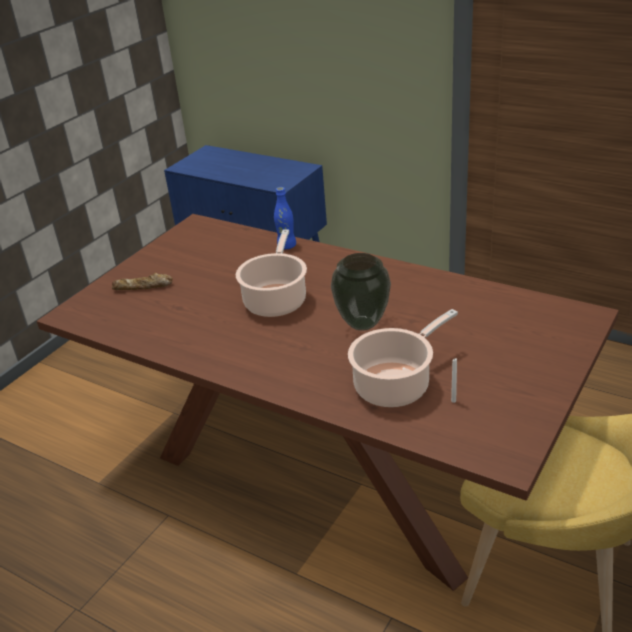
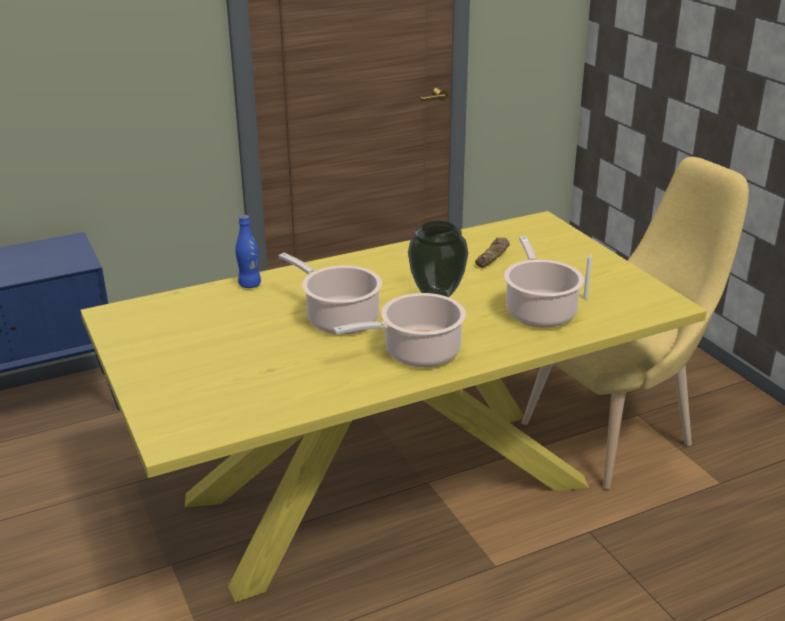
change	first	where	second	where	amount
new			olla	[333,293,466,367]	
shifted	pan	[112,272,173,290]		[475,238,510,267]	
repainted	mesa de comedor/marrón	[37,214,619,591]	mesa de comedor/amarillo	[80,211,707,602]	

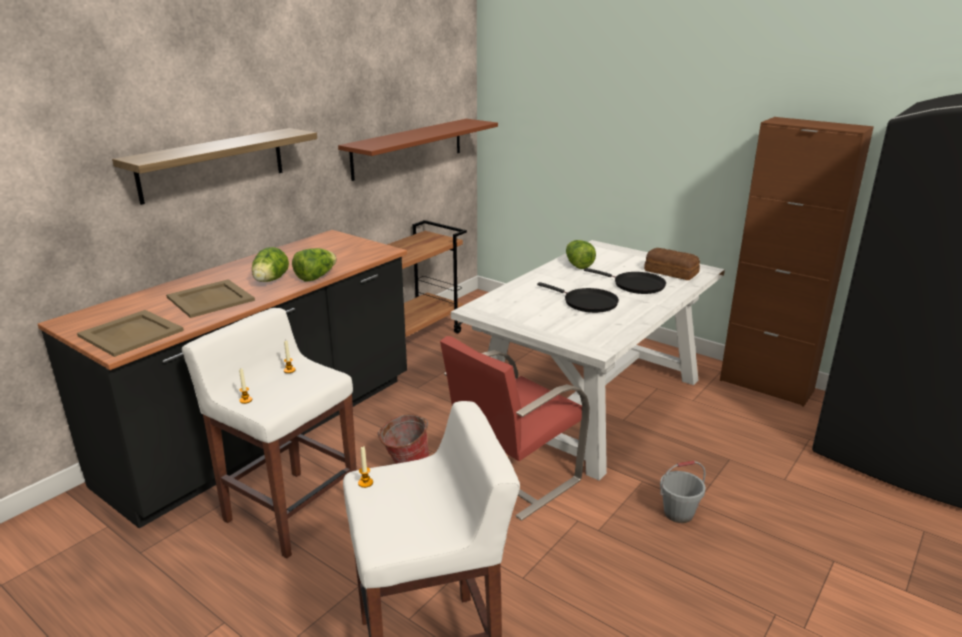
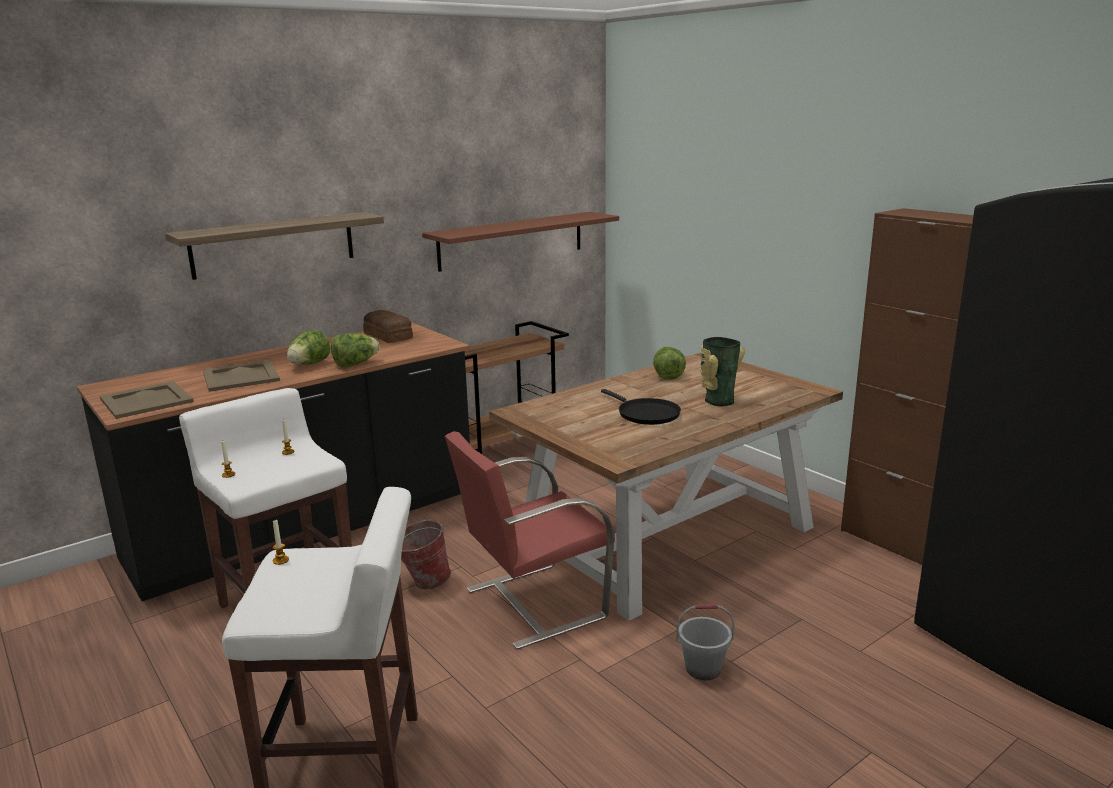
change	first	where	second	where	amount
shifted	pan	[644,248,700,280]		[363,310,413,343]	
swapped	sartén/negro	[584,268,666,294]	florero	[700,337,745,406]	
repainted	mesa de comedor/blanco	[451,240,725,480]	mesa de comedor/marrón	[489,353,843,621]	

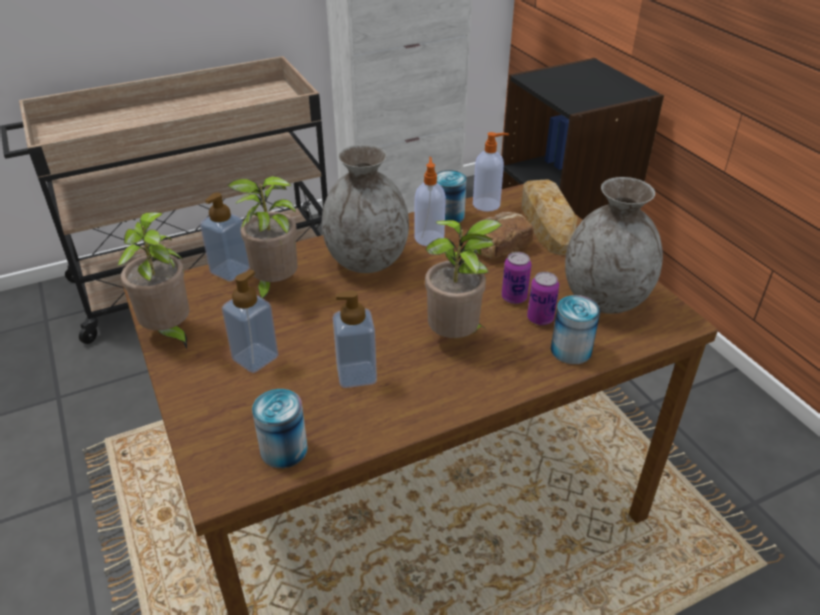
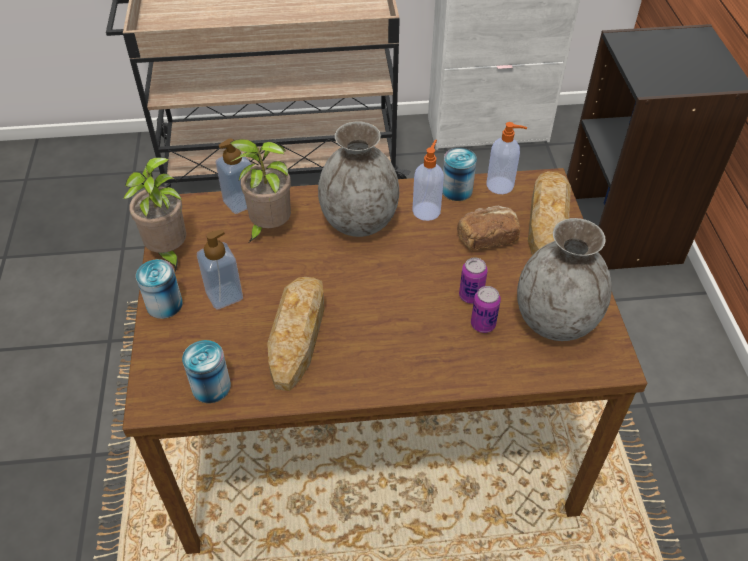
change	first	where	second	where	amount
gone	planta en maceta	[425,219,502,338]			
shifted	lata	[551,295,600,364]		[136,259,183,319]	
swapped	dispensador de jabón	[333,290,377,388]	pan	[267,277,325,391]	

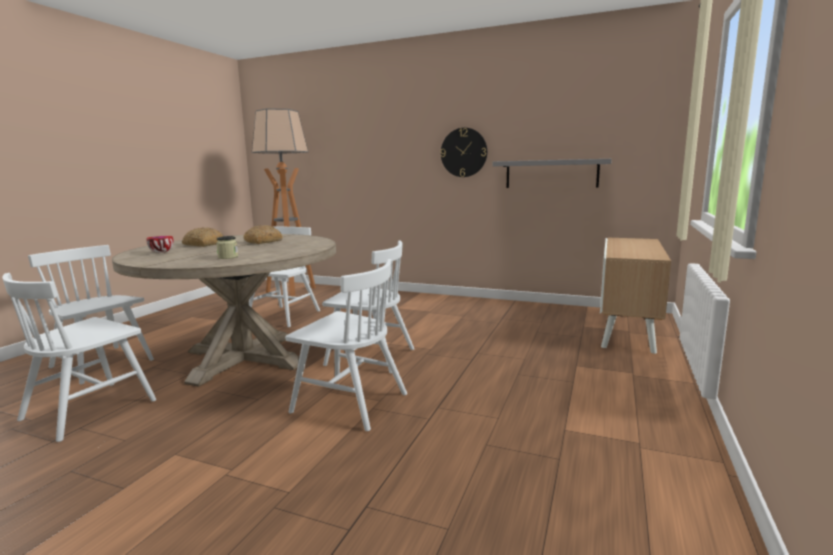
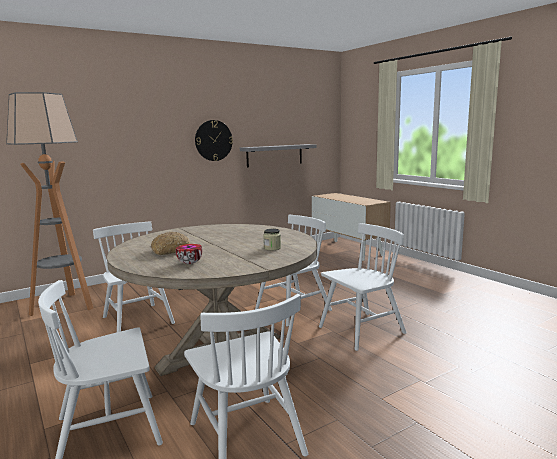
change	first	where	second	where	amount
gone	pan	[243,225,283,244]			

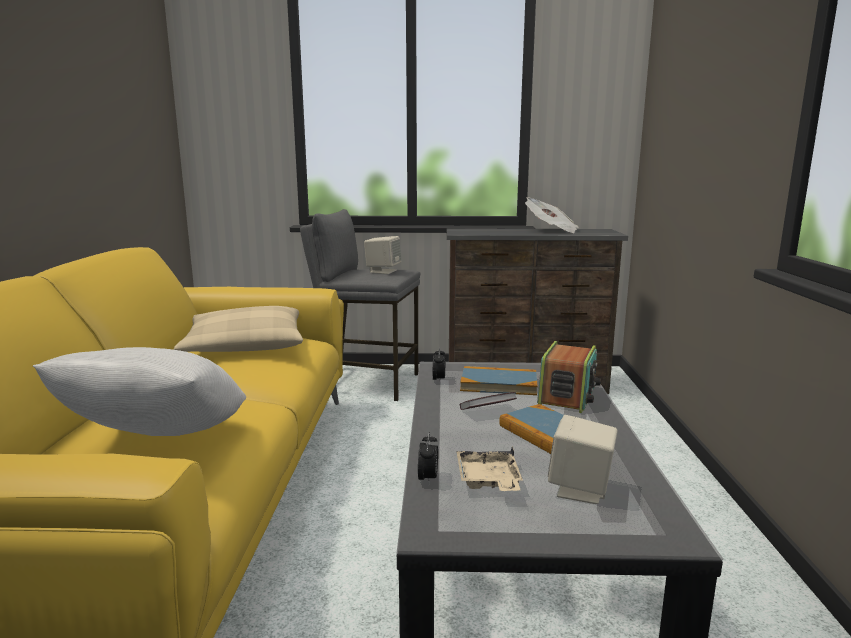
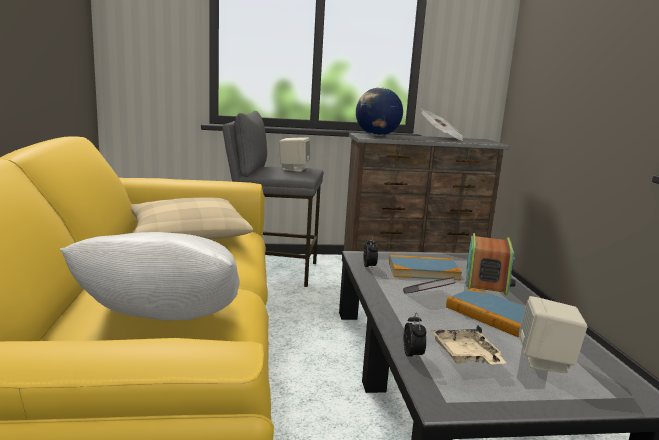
change	first	where	second	where	amount
new			globo terráqueo	[356,87,403,136]	

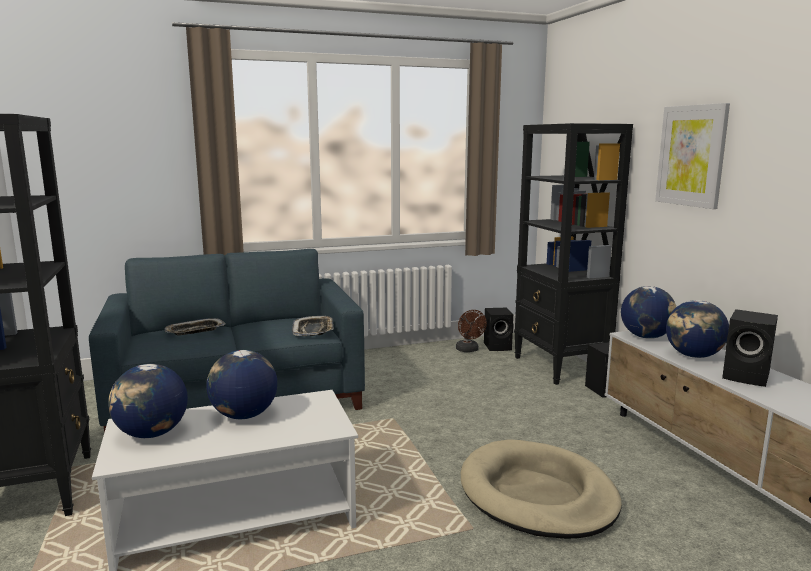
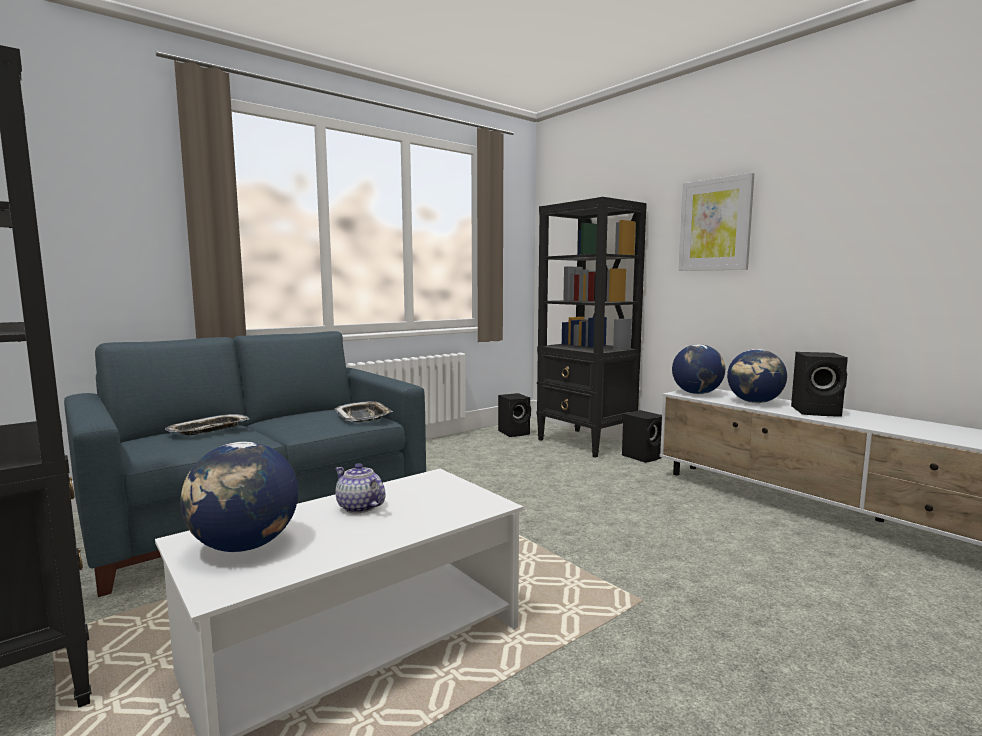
change	first	where	second	where	amount
gone	ventilador/marrón	[456,310,487,352]			
gone	cama para perro/beis	[461,439,622,539]			
swapped	globo terráqueo	[206,350,277,419]	tetera	[335,463,385,513]	

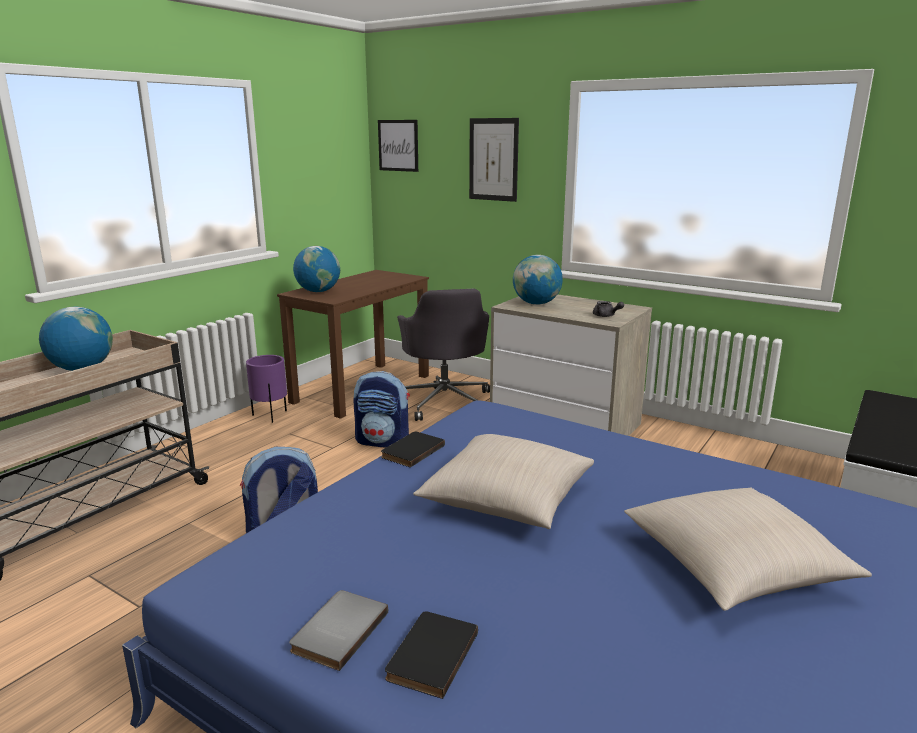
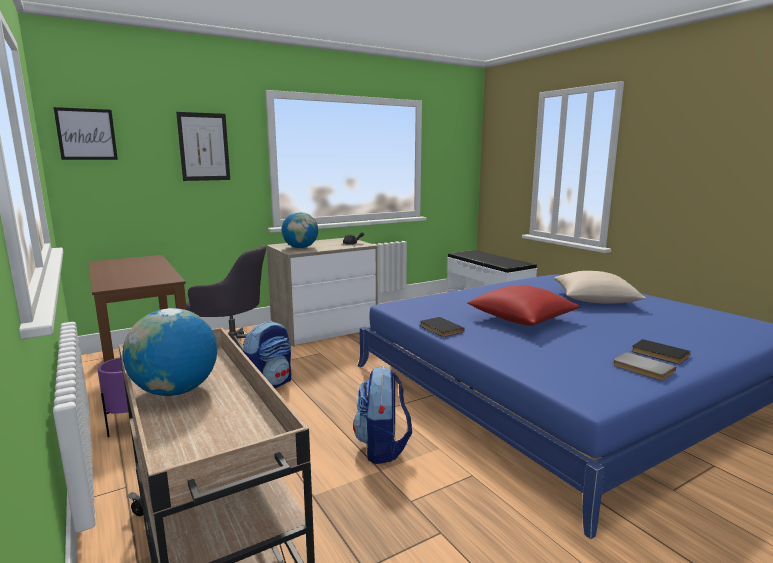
change	first	where	second	where	amount
gone	globo terráqueo	[293,246,340,292]			
repainted	cojín/beis	[413,434,594,529]	cojín/rojo	[467,285,581,326]	

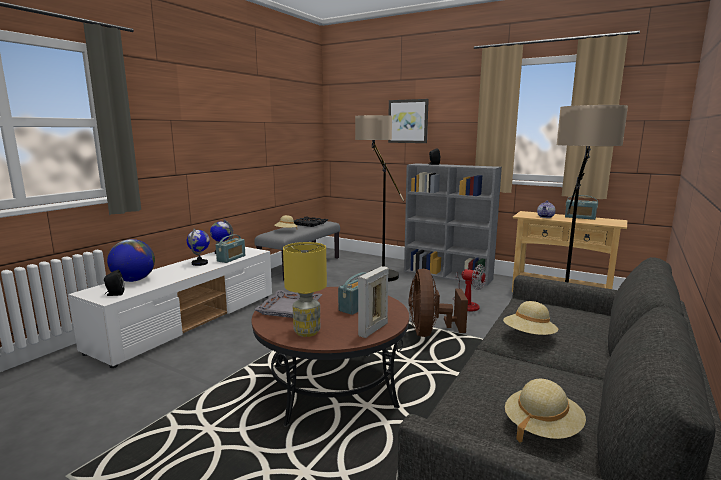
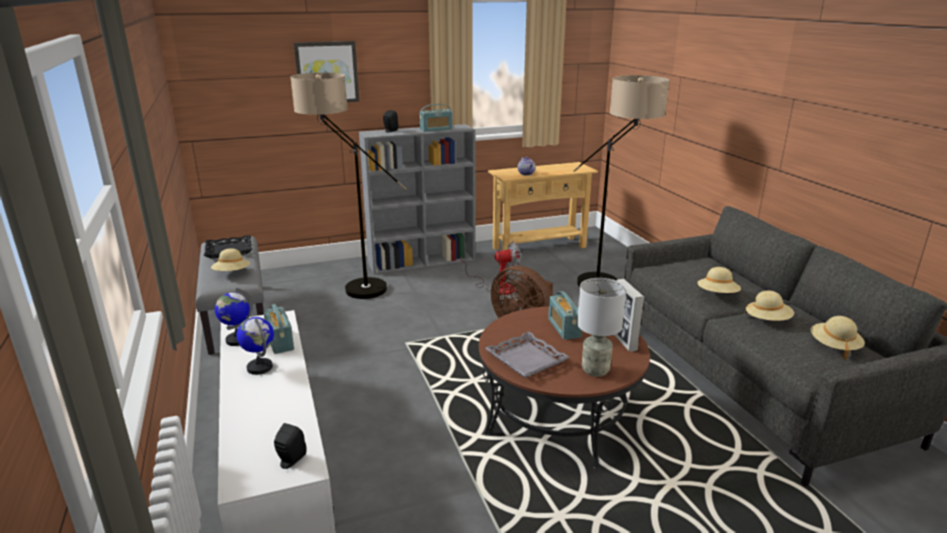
change	first	where	second	where	amount
gone	globo terráqueo	[107,239,155,282]			
new			sombrero/beis	[744,291,794,321]	
shifted	radio	[565,195,598,220]		[419,104,453,132]	
repainted	lámpara de mesa/amarillo	[283,242,327,337]	lámpara de mesa/gris	[577,278,626,377]	

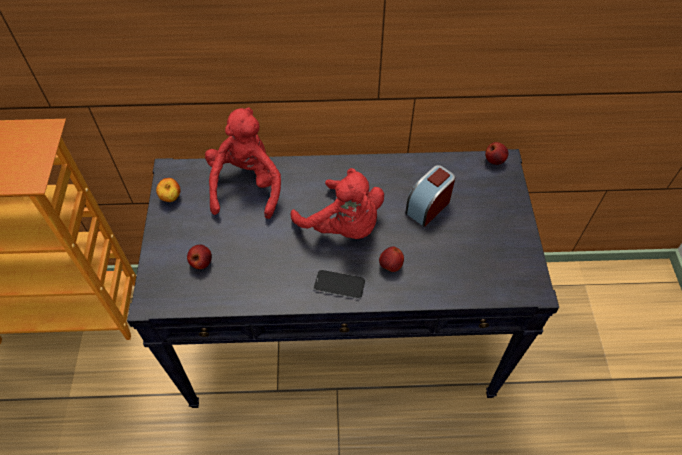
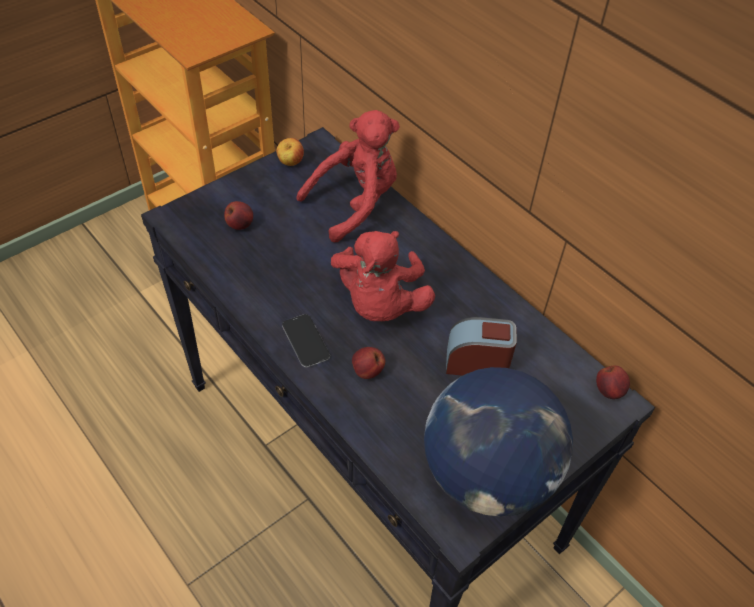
change	first	where	second	where	amount
new			globo terráqueo	[424,367,573,517]	

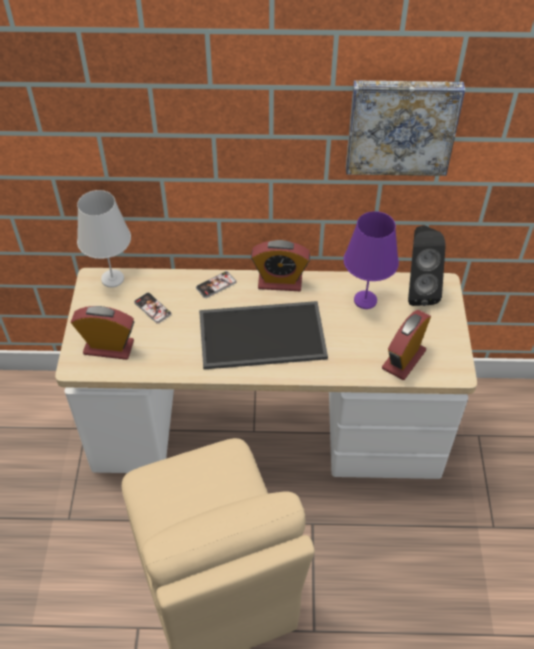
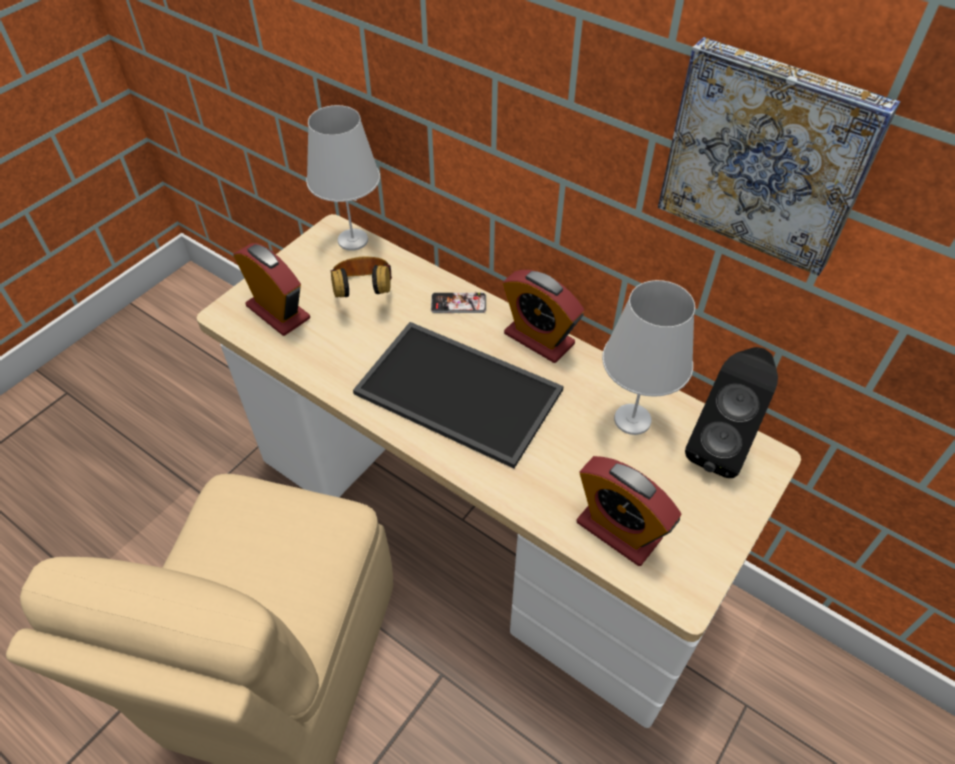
change	first	where	second	where	amount
swapped	móvil	[134,293,172,324]	auriculares	[331,257,392,298]	
repainted	lámpara de mesa/morado	[344,211,399,309]	lámpara de mesa/blanco	[602,280,695,435]	
rotated	despertador	[382,310,431,380]		[577,456,681,566]	120 degrees counterclockwise

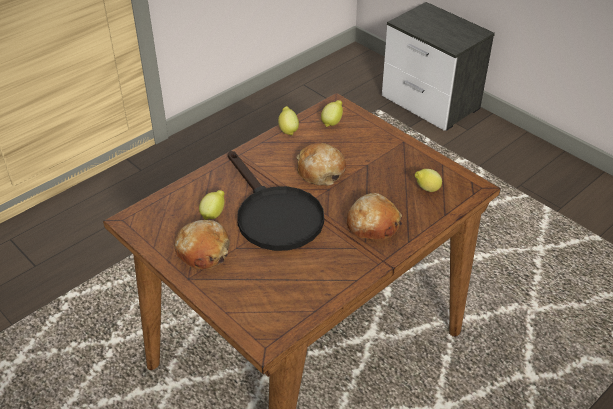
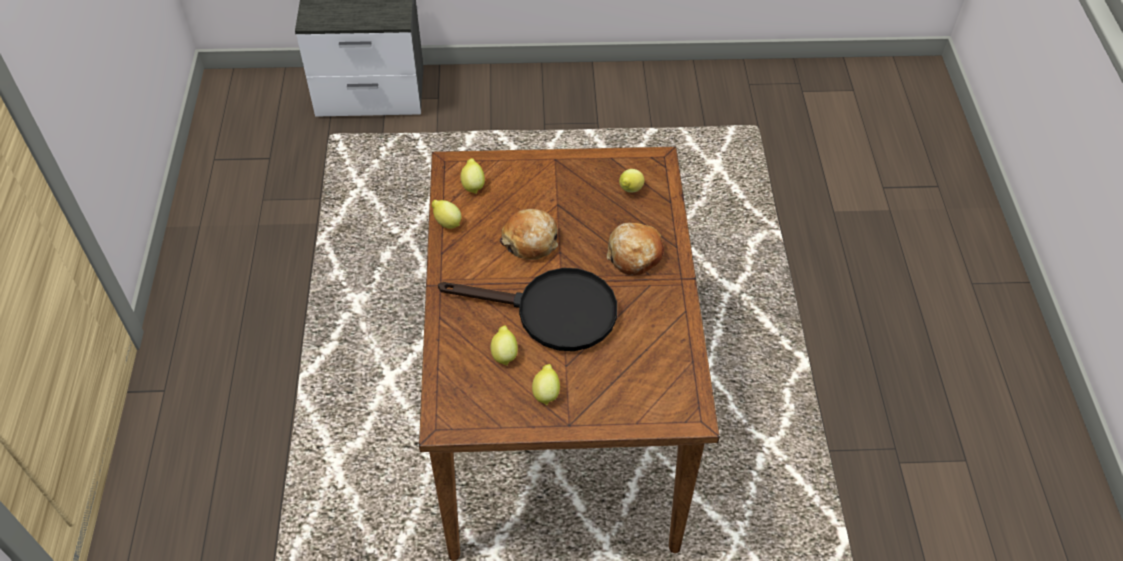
change	first	where	second	where	amount
swapped	pan	[174,220,230,269]	limón	[532,364,560,405]	

